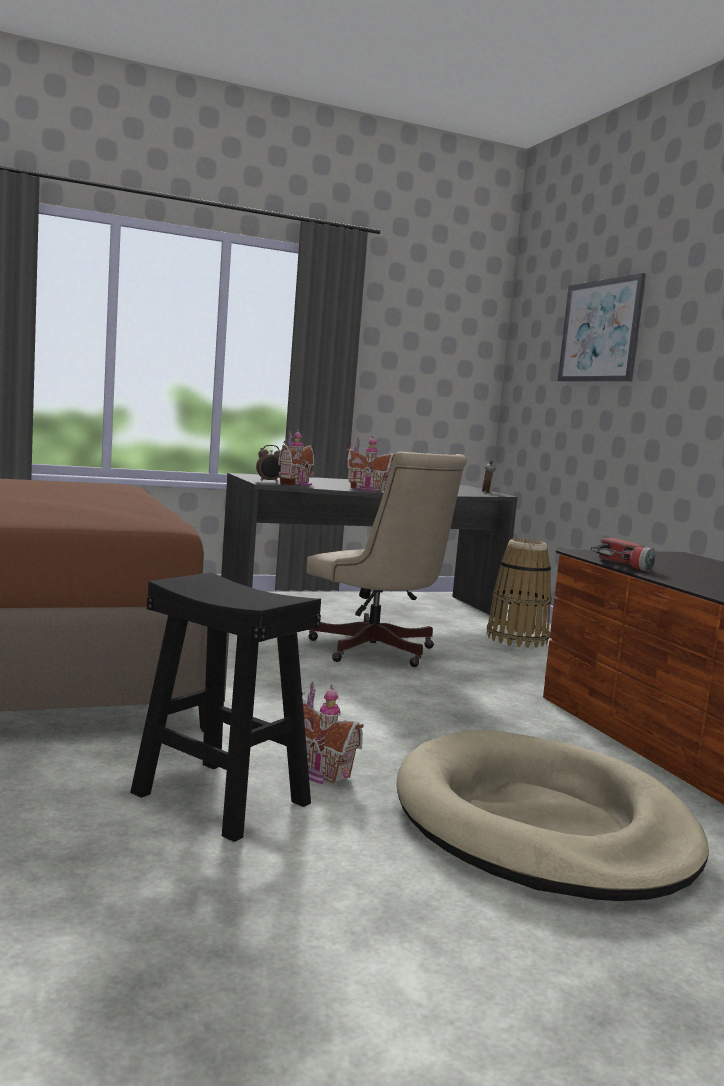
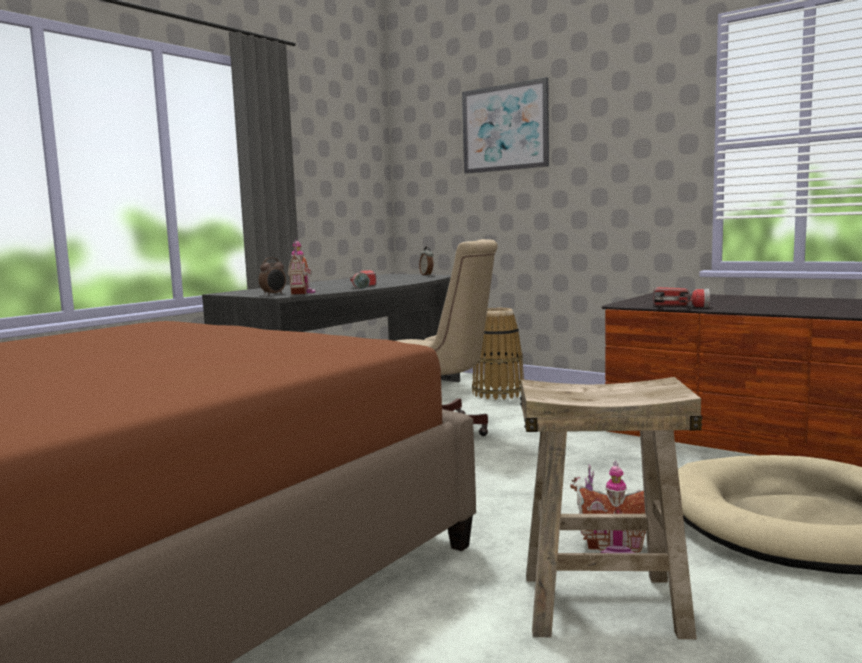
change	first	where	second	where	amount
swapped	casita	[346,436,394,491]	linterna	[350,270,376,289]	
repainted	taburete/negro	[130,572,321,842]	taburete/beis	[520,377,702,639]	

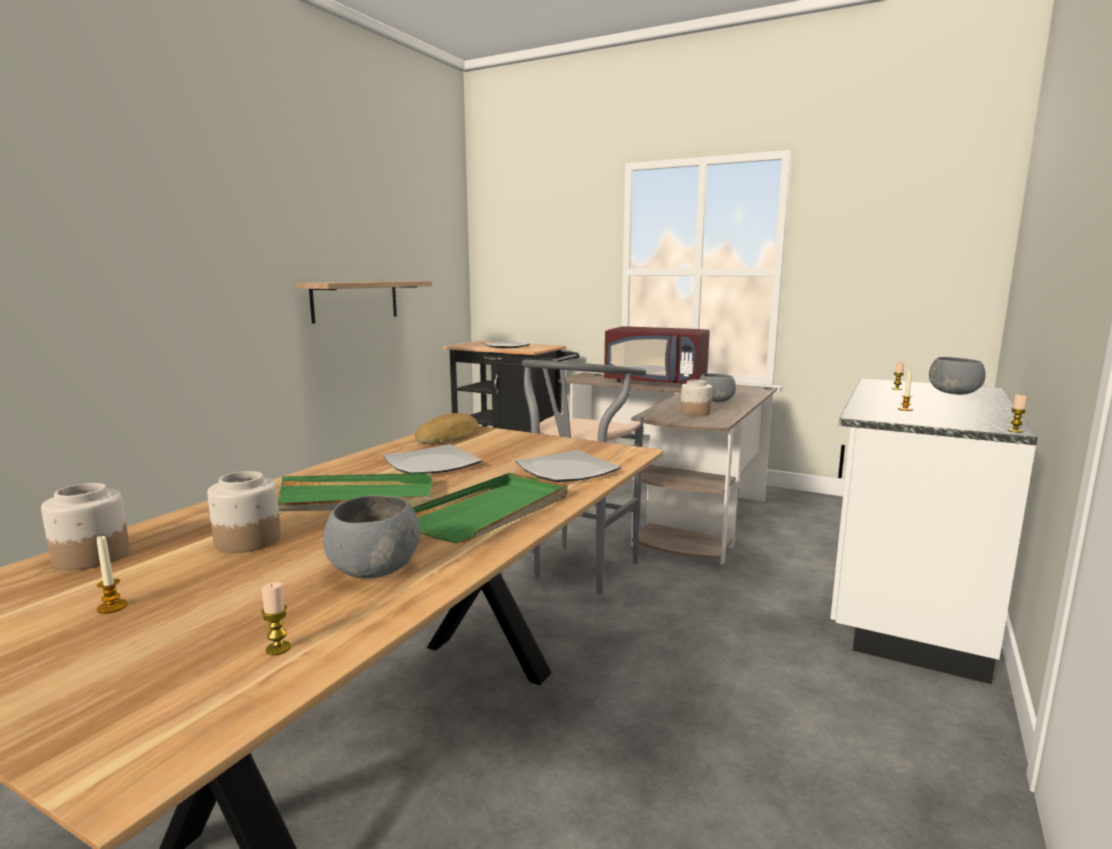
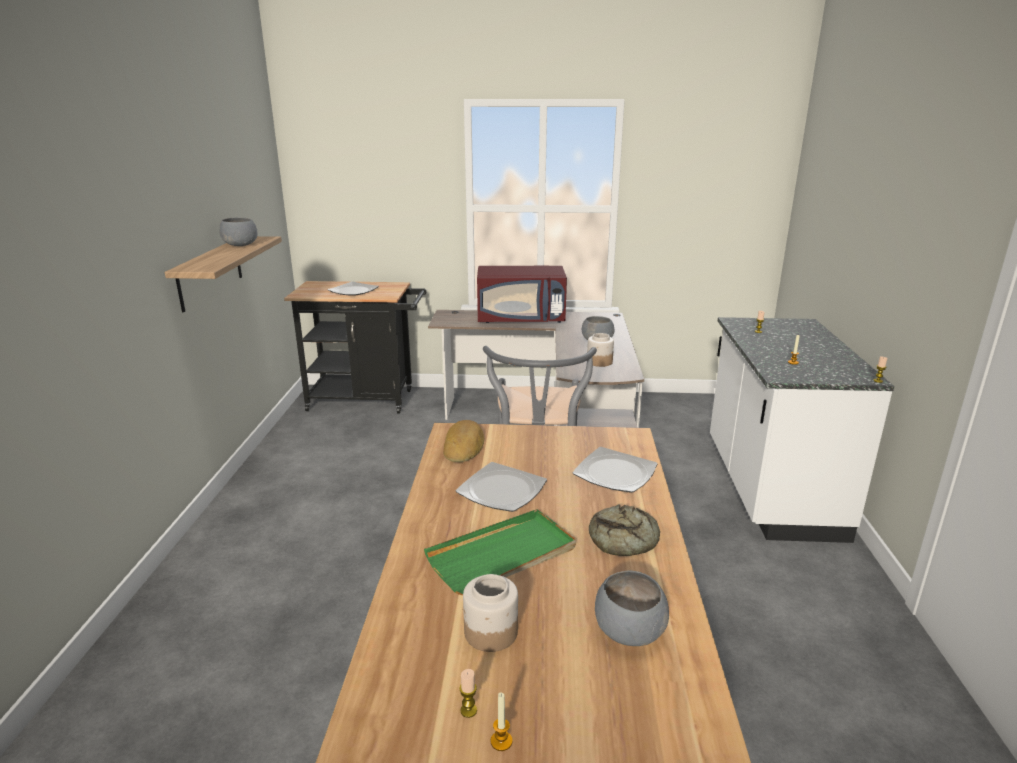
change	first	where	second	where	amount
gone	tarro	[41,483,130,570]			
shifted	vela	[261,582,291,655]		[459,669,477,718]	
shifted	cuenco/gris	[929,357,986,395]		[219,218,258,246]	
swapped	bandeja/verde	[412,473,568,543]	pan	[589,504,660,556]	

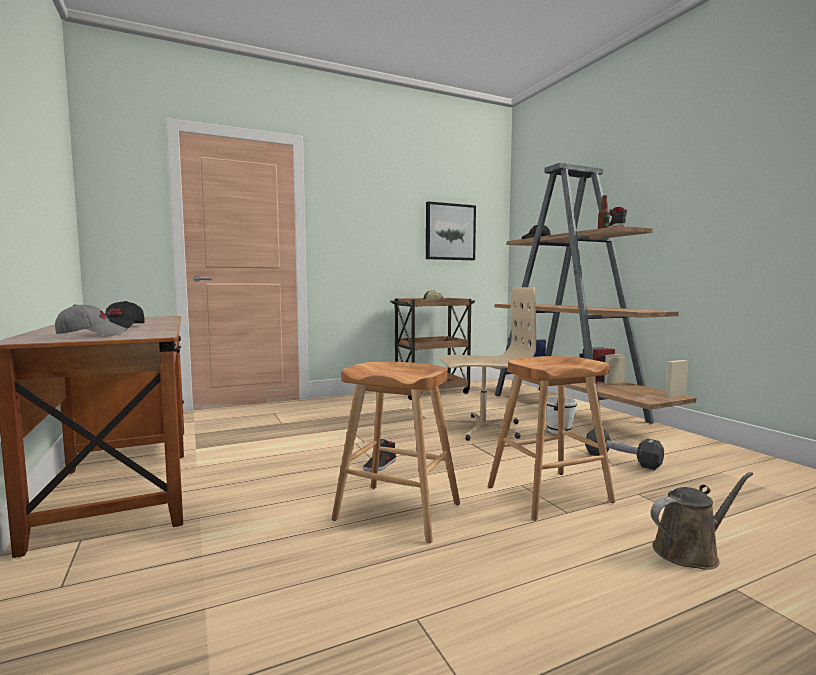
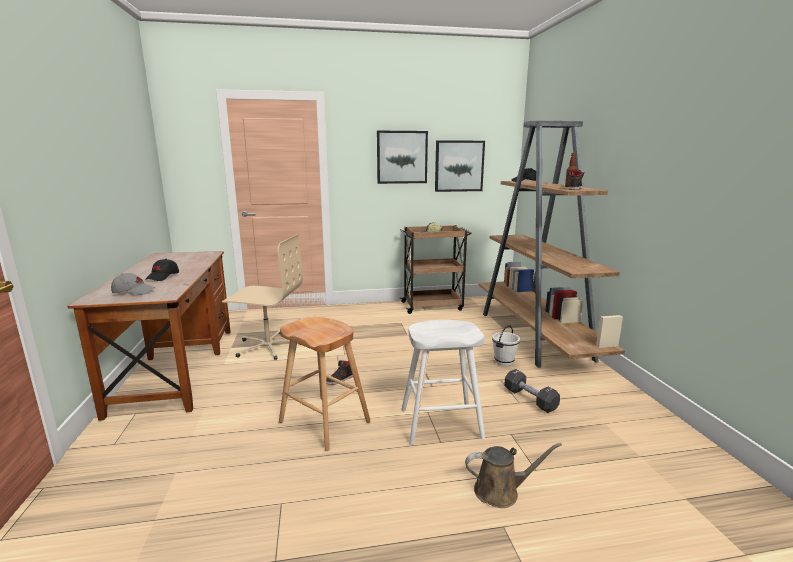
change	first	where	second	where	amount
new			cuadro	[377,131,428,184]	
shifted	silla de oficina/beis	[440,287,536,441]		[222,234,303,360]	
repainted	taburete/marrón	[488,356,615,521]	taburete/blanco	[401,320,485,445]	

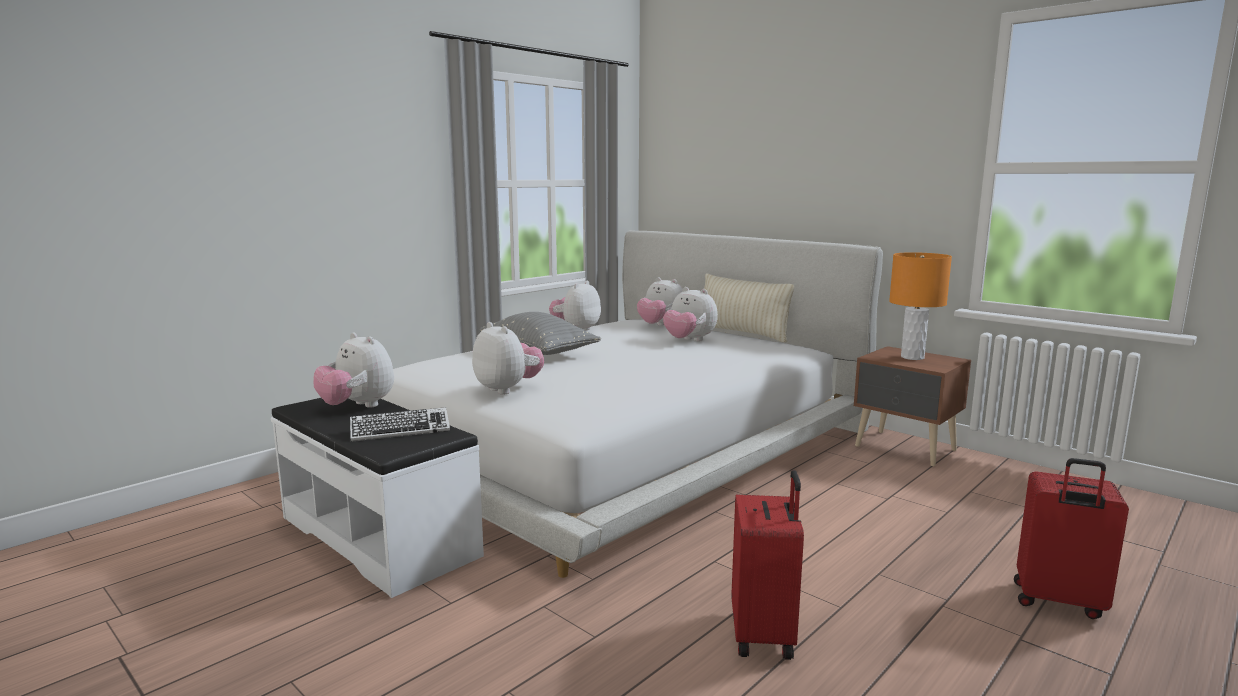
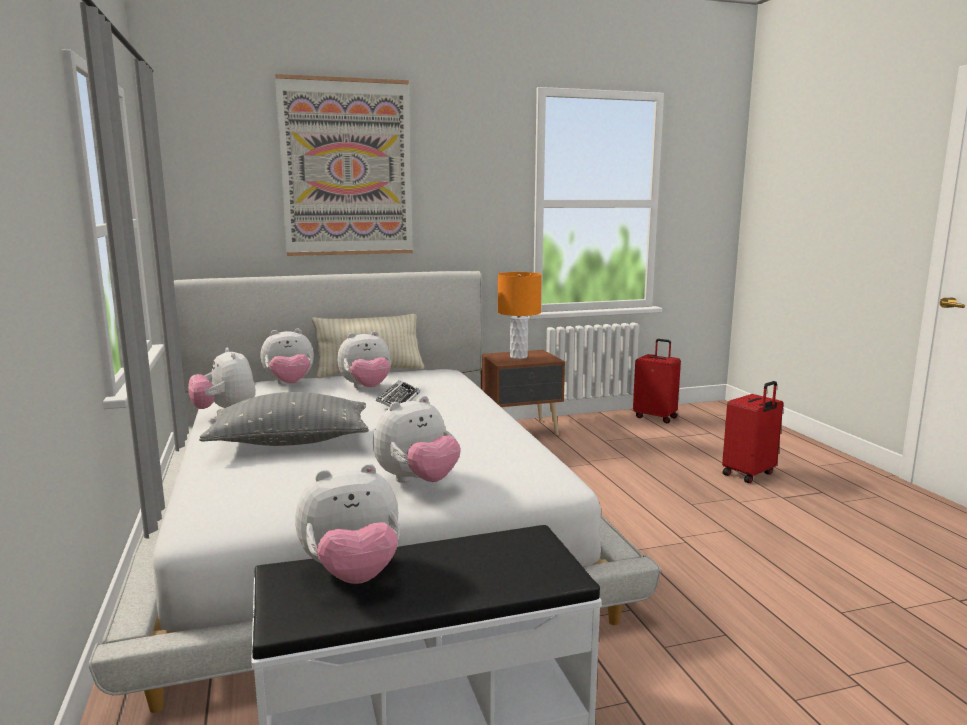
change	first	where	second	where	amount
new			cuadro	[275,74,413,256]	
shifted	teclado	[350,407,450,442]		[376,380,420,407]	
shifted	maleta/rojo	[732,470,804,660]		[633,339,681,423]	
rotated	peluche	[472,322,544,395]		[373,396,461,483]	150 degrees clockwise

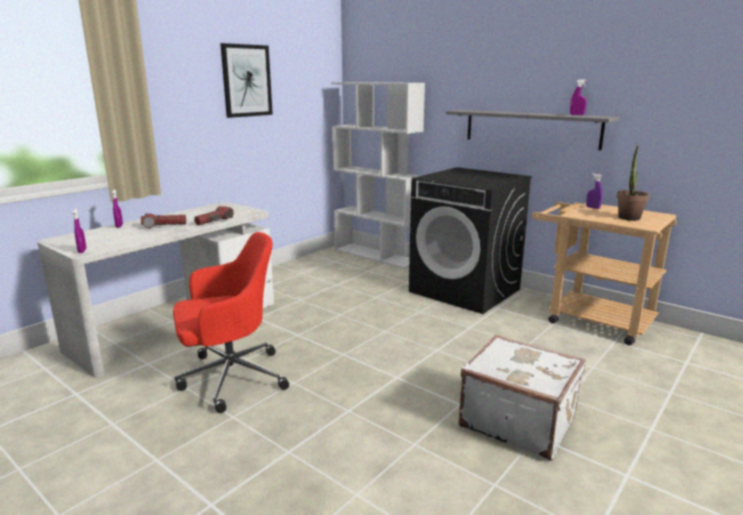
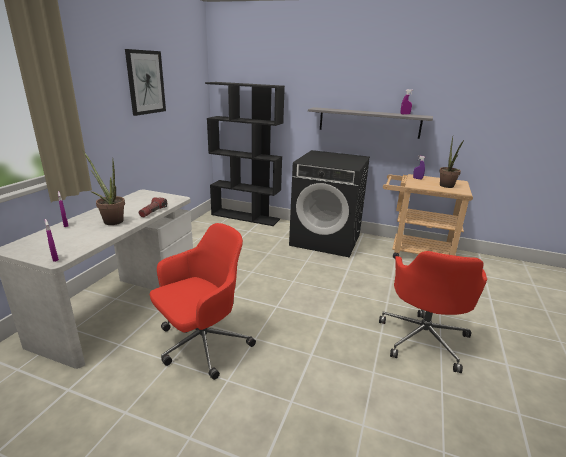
change	first	where	second	where	amount
swapped	linterna	[141,213,186,228]	planta en maceta	[83,151,125,225]	
swapped	maleta/blanco	[458,335,586,461]	silla de oficina/rojo	[379,251,487,373]	
repainted	estantería/blanco	[331,82,425,269]	estantería/negro	[205,82,285,226]	

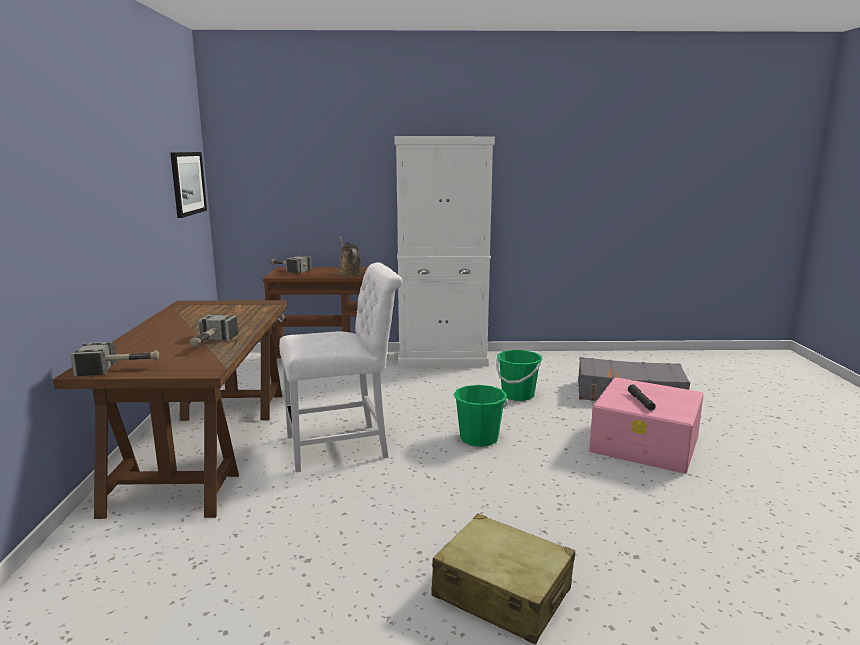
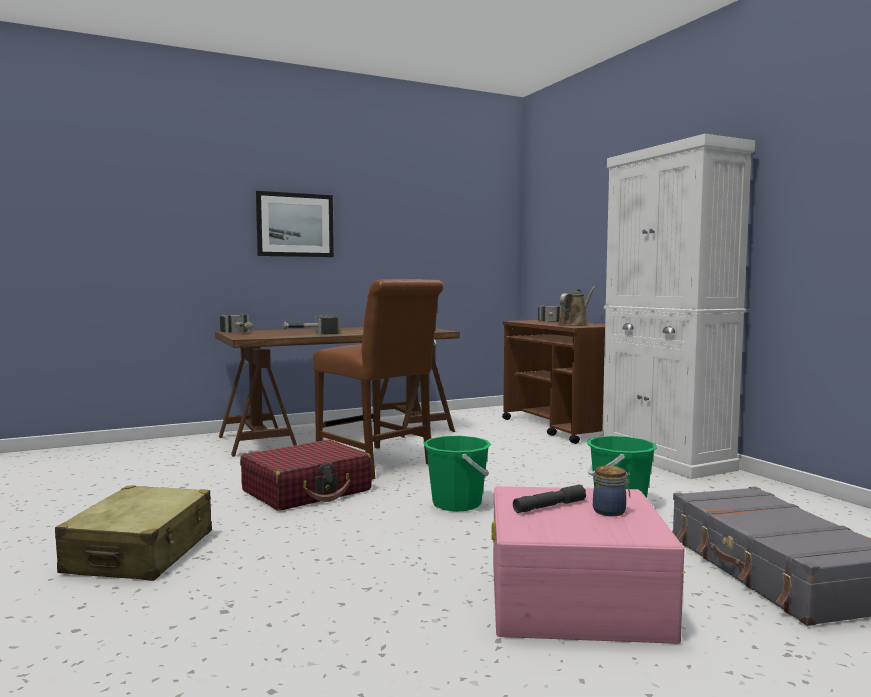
change	first	where	second	where	amount
new			maleta/rojo	[240,440,372,511]	
new			tarro	[593,466,630,516]	
shifted	cuadro	[170,152,207,218]		[256,191,334,257]	
repainted	silla/blanco	[279,262,402,472]	silla/marrón	[313,279,443,479]	

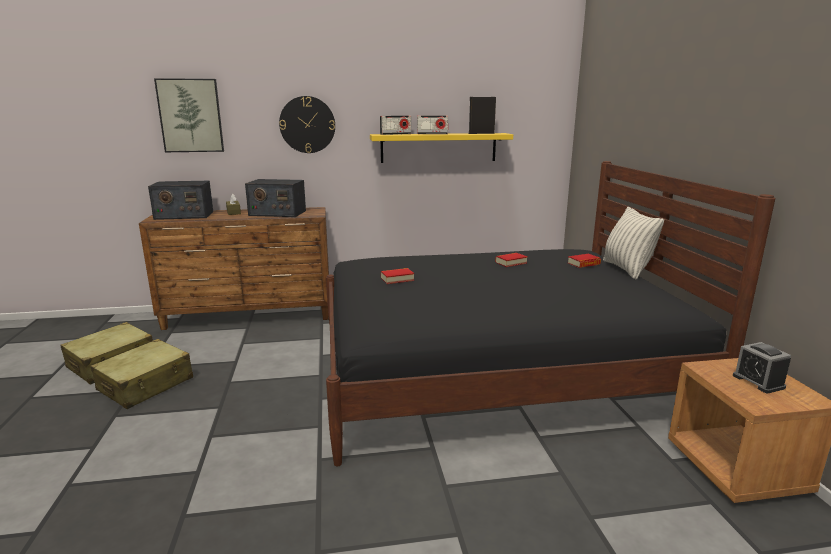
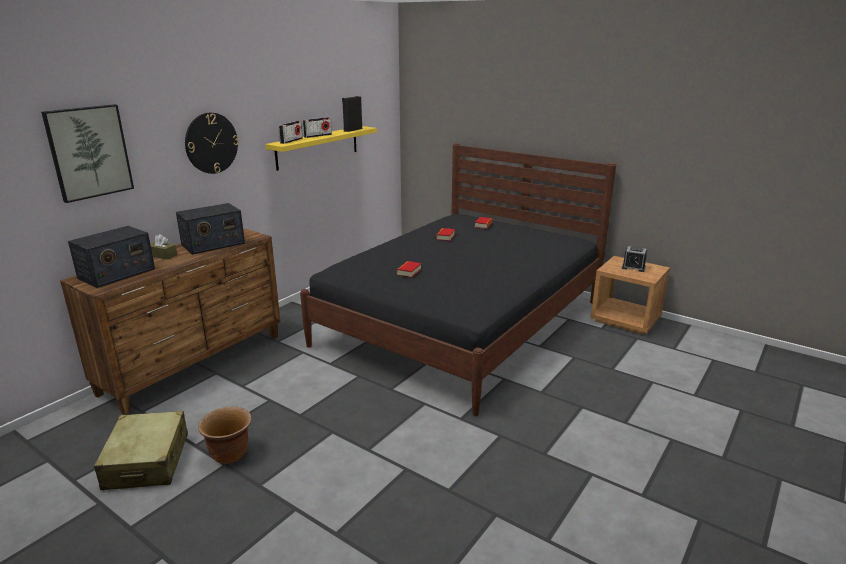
change	first	where	second	where	amount
gone	cojín	[603,207,664,279]			
swapped	maleta/beis	[91,339,193,409]	maceta/marrón	[198,406,252,464]	

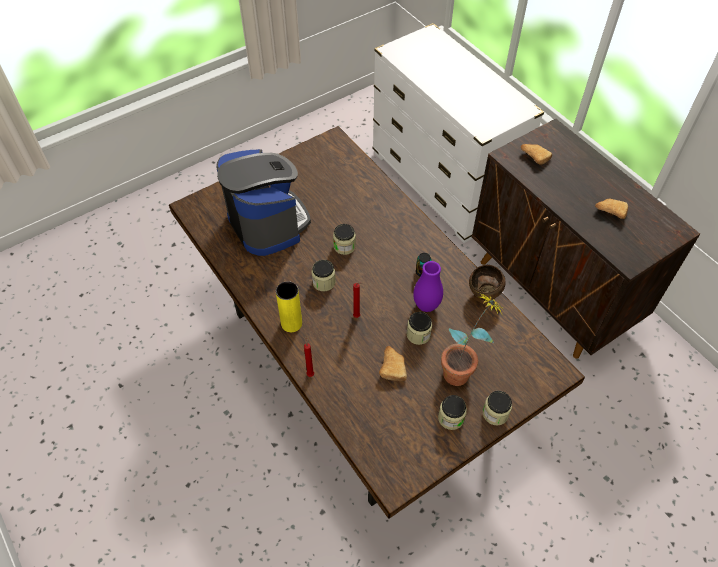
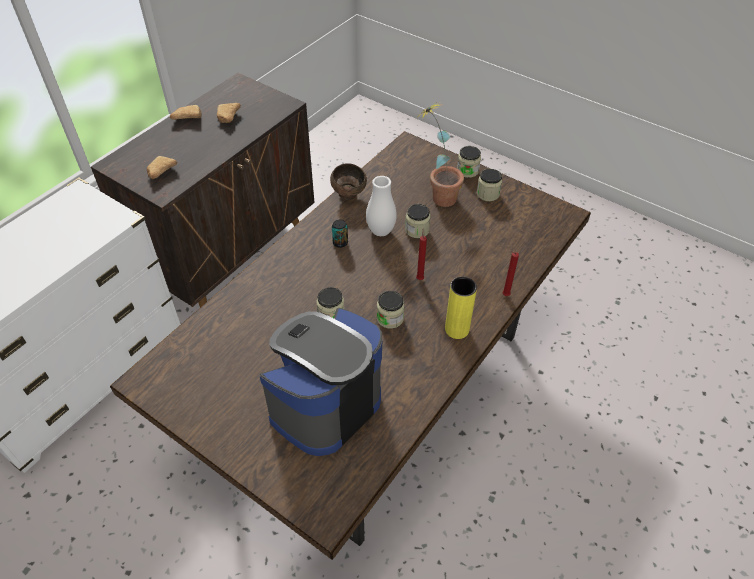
change	first	where	second	where	amount
shifted	pan	[379,346,407,381]		[170,105,202,120]	
repainted	florero/morado	[413,261,443,312]	florero/blanco	[366,176,397,236]	

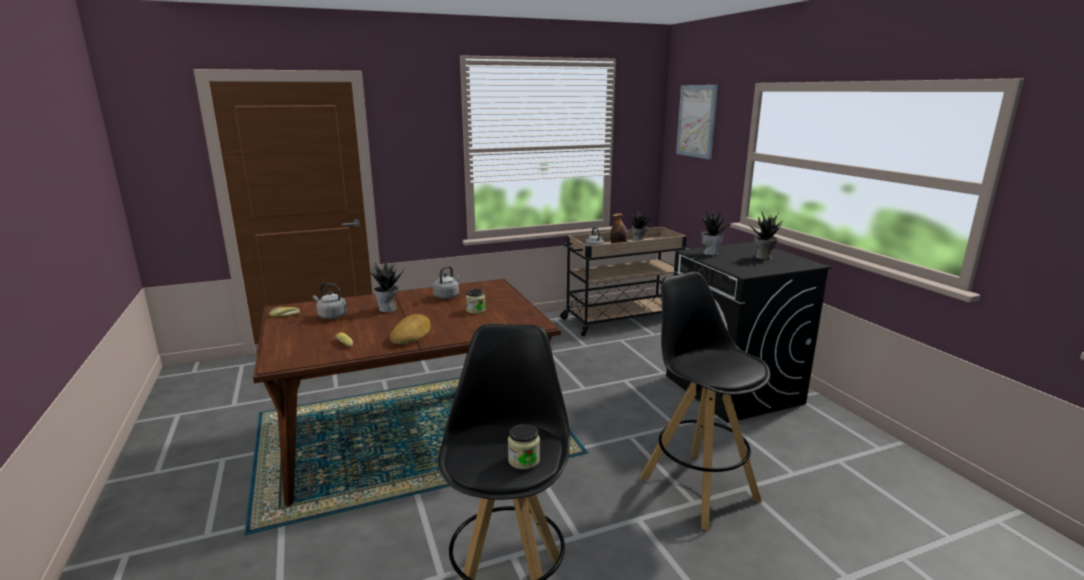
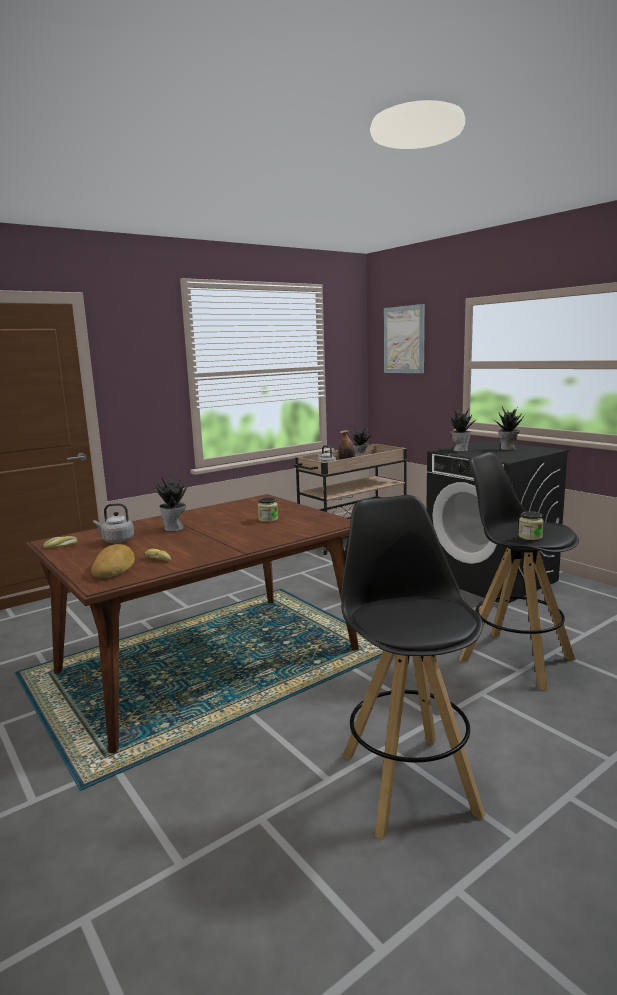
change	first	where	second	where	amount
gone	hervidor/gris	[433,266,460,299]			
shifted	pan	[390,314,431,344]		[91,544,135,578]	
shifted	tarro	[508,424,540,470]		[518,511,543,540]	

